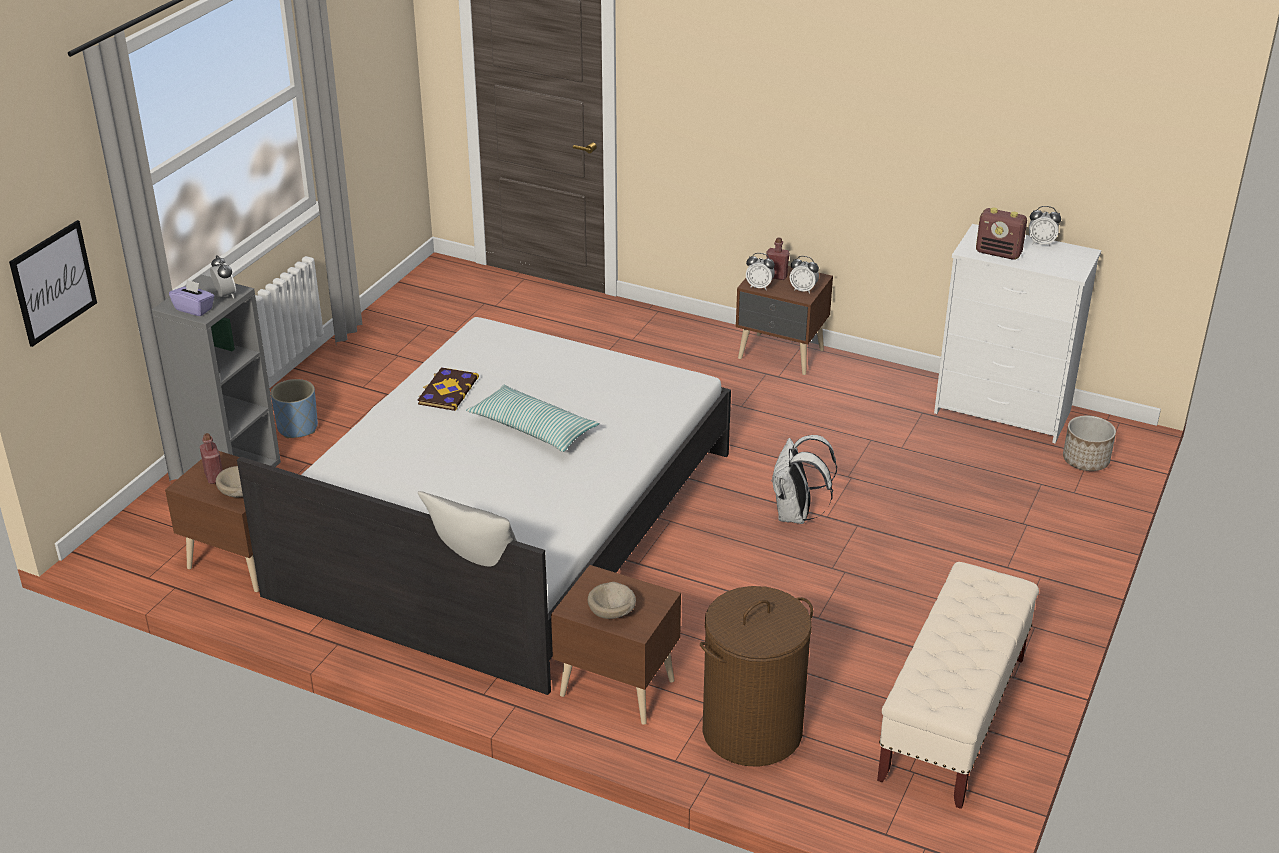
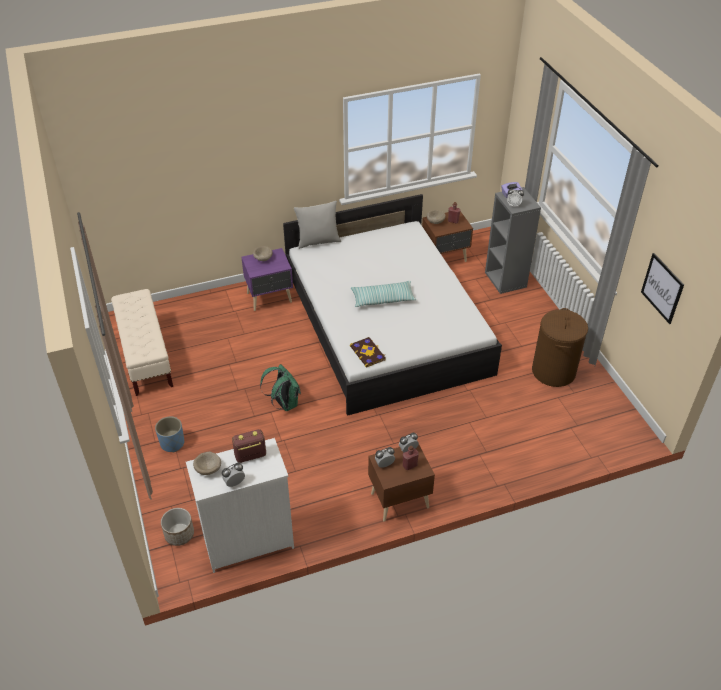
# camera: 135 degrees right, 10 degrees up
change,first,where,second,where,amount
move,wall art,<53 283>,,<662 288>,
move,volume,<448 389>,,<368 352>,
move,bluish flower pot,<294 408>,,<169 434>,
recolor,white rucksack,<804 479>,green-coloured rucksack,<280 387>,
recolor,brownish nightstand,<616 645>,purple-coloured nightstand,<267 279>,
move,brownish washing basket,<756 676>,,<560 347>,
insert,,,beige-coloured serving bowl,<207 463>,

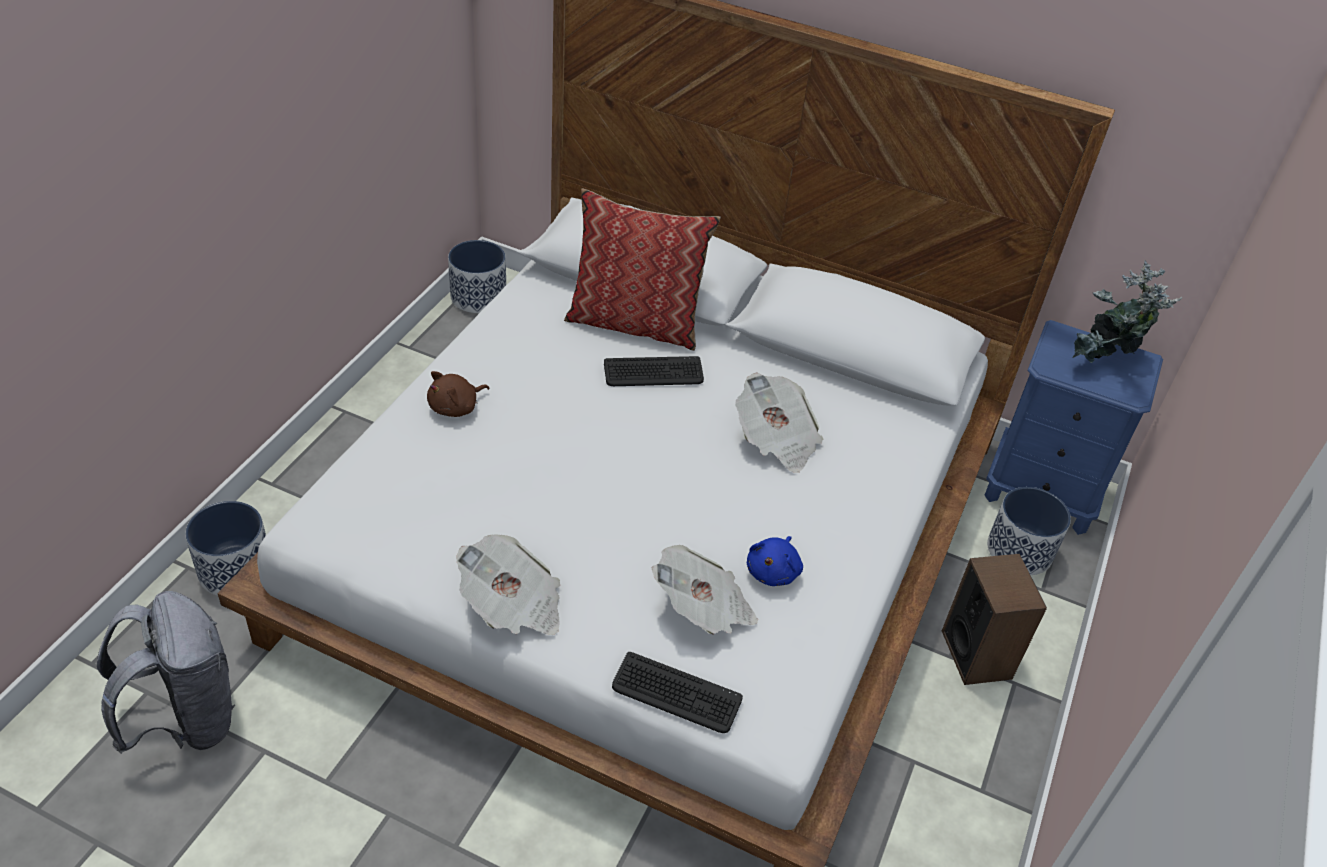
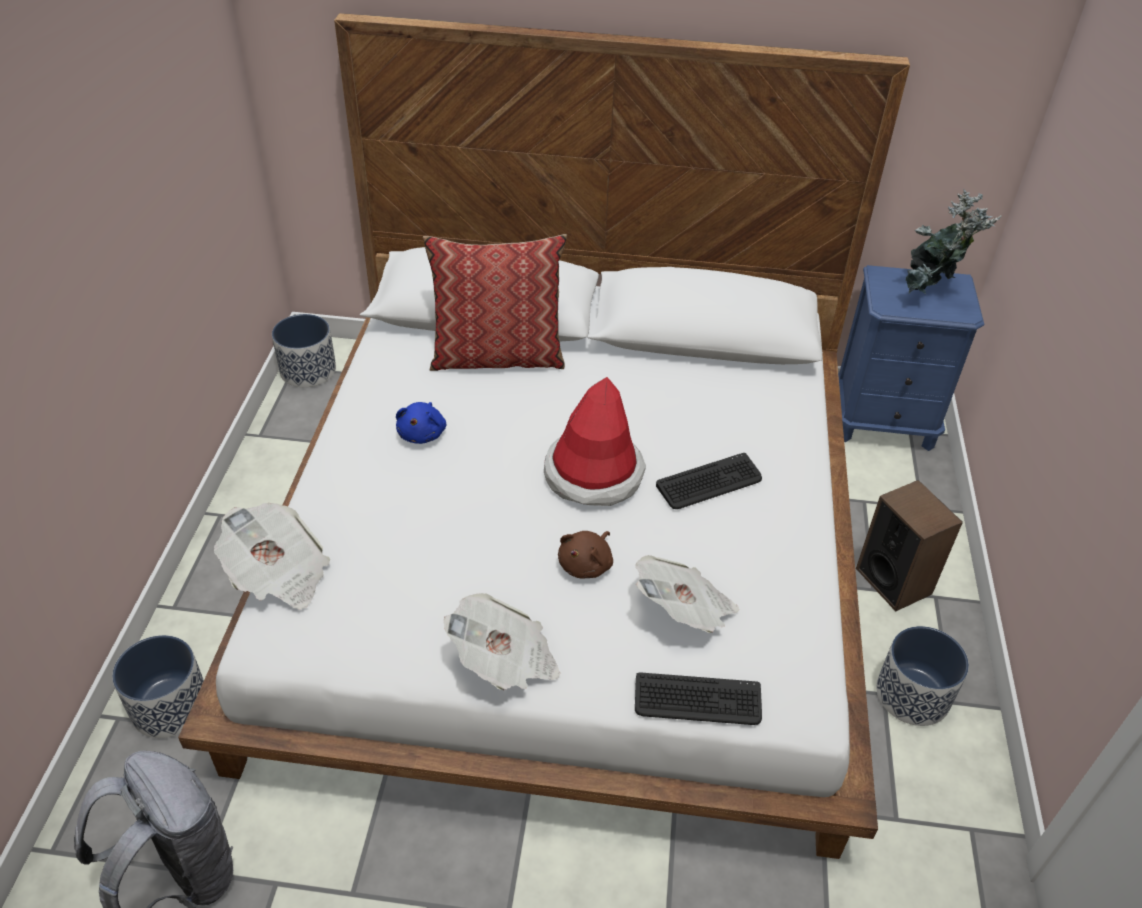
# camera: 15 degrees left, 0 degrees up
change,first,where,second,where,amount
move,PC keyboard,<654 371>,,<709 481>,
move,brownish soft toy,<458 394>,,<585 555>,
move,daily paper,<779 423>,,<272 556>,
move,flower pot,<1029 531>,,<922 676>,
move,bluish soft toy,<774 561>,,<421 423>,
insert,,,hat,<595 441>,

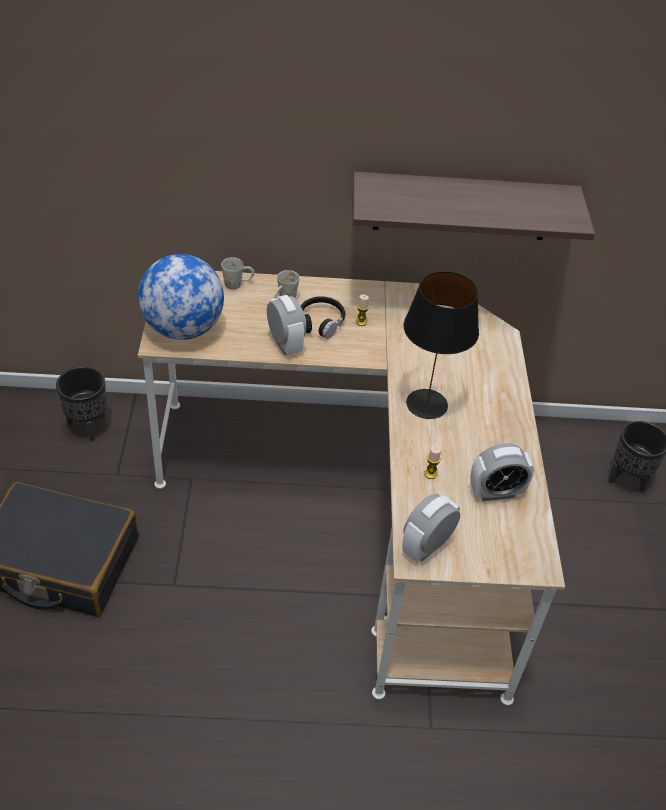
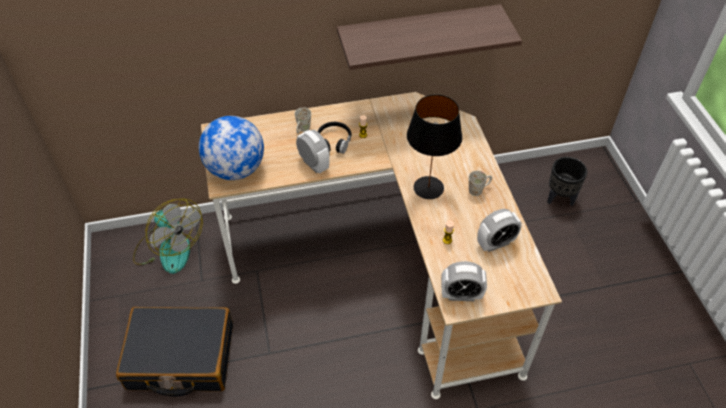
# camera: 10 degrees left, 5 degrees up
change,first,where,second,where,amount
move,white tea mug,<238 273>,,<480 183>,
replace,black-coloured flower pot,<81 403>,electric fan,<168 236>,
rotate,table clock,<431 528>,,<464 281>,120 degrees counterclockwise

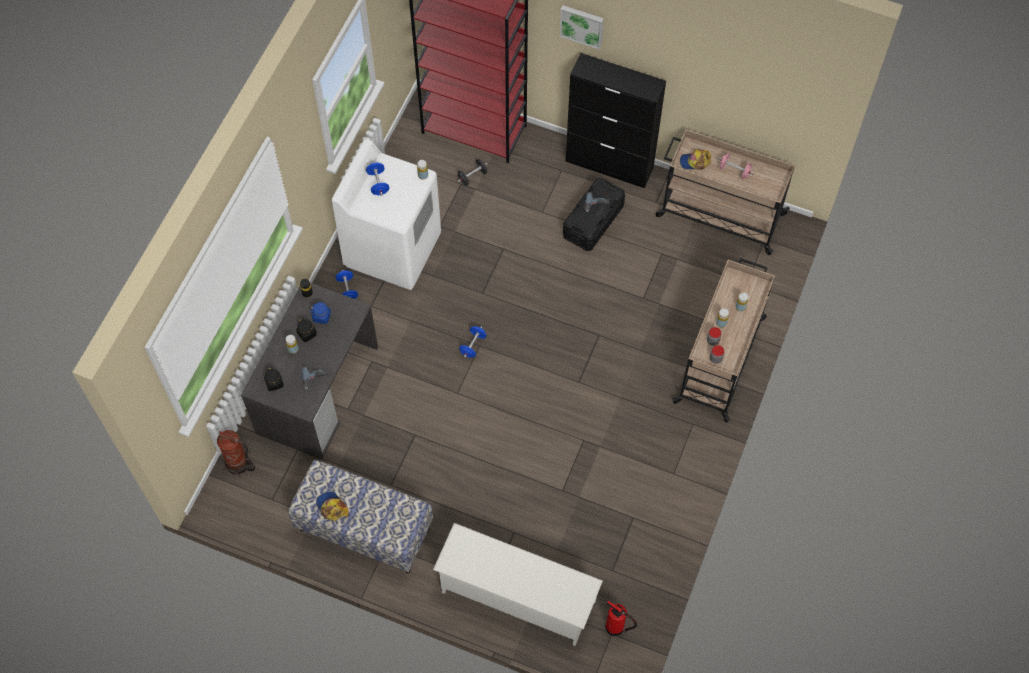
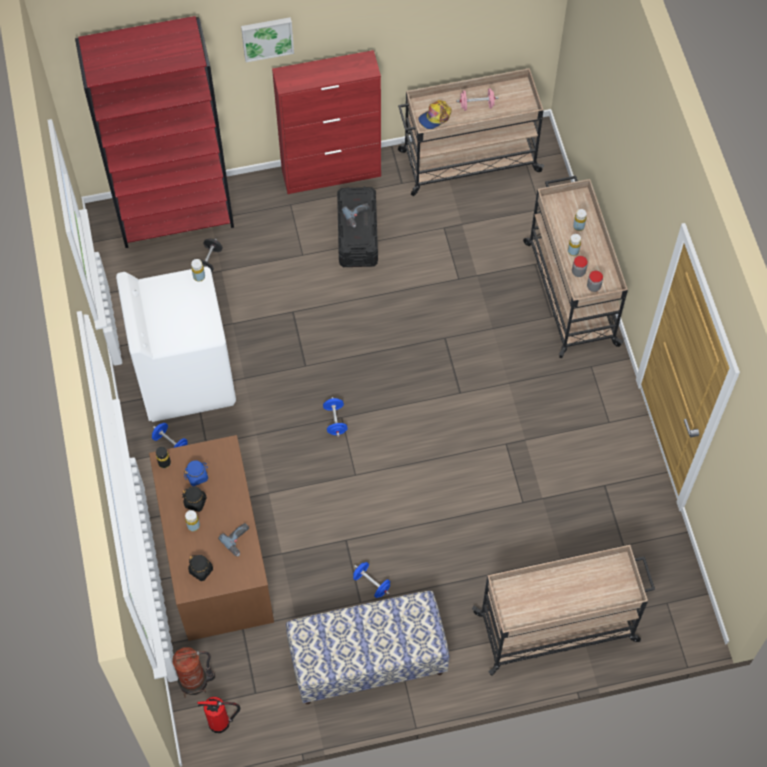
# camera: 35 degrees left, 0 degrees up
change,first,where,second,where,amount
recolor,black-coloured storage cabinet,<616 120>,red-coloured storage cabinet,<326 122>,
move,bluish dumbbell,<377 179>,,<371 580>,
recolor,grey desk,<309 371>,brownish desk,<211 538>,
delete,peaked cap,<332 506>,,,
replace,white shoe stand,<518 584>,beige-coloured cart,<563 610>,
move,extinguisher,<621 618>,,<218 715>,

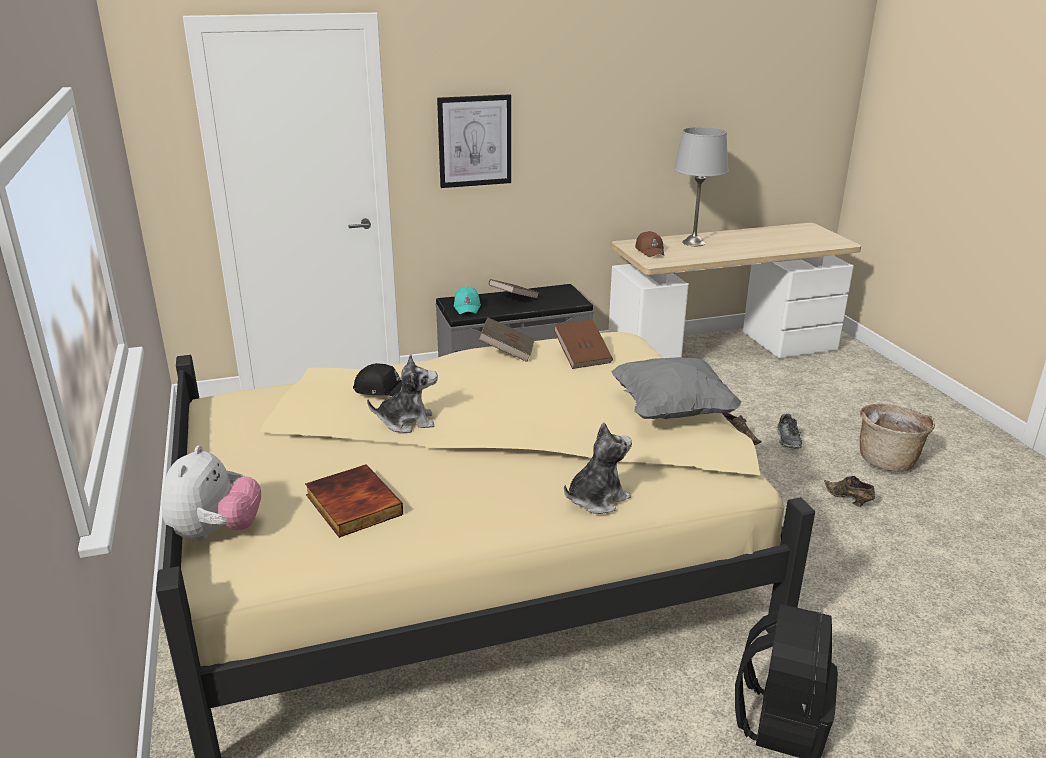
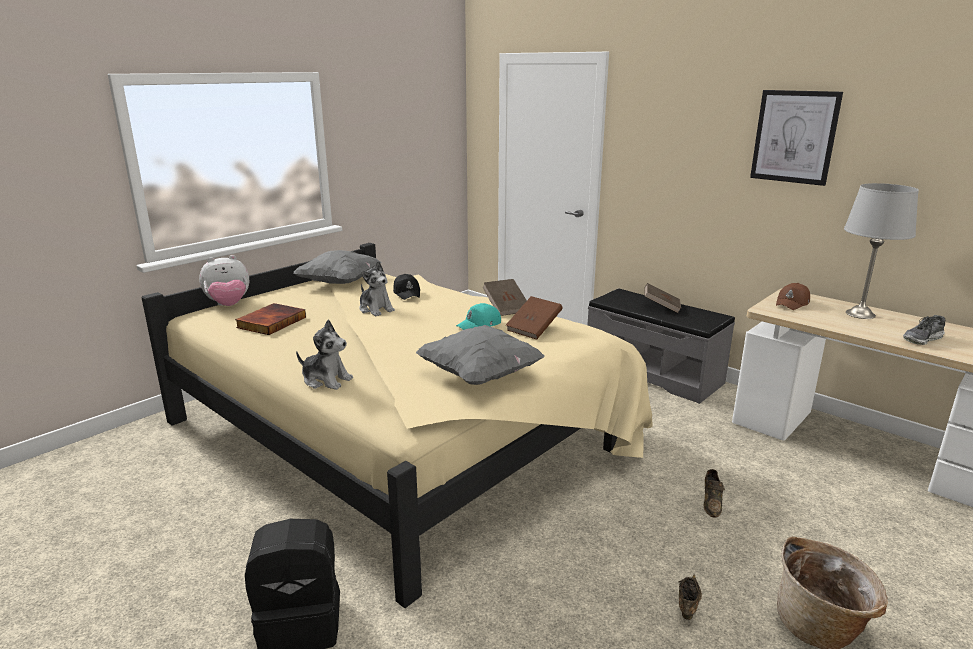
# camera: 60 degrees right, 5 degrees down
change,first,where,second,where,amount
move,wall art,<474 141>,,<796 138>,
move,blue-green peaked cap,<467 300>,,<478 316>,
move,shoe,<789 431>,,<924 330>,
insert,,,grey throw pillow,<337 267>,

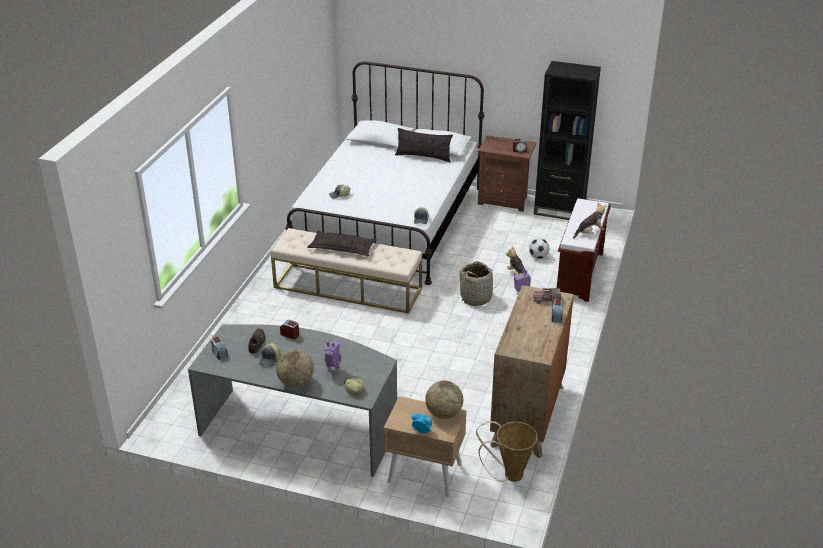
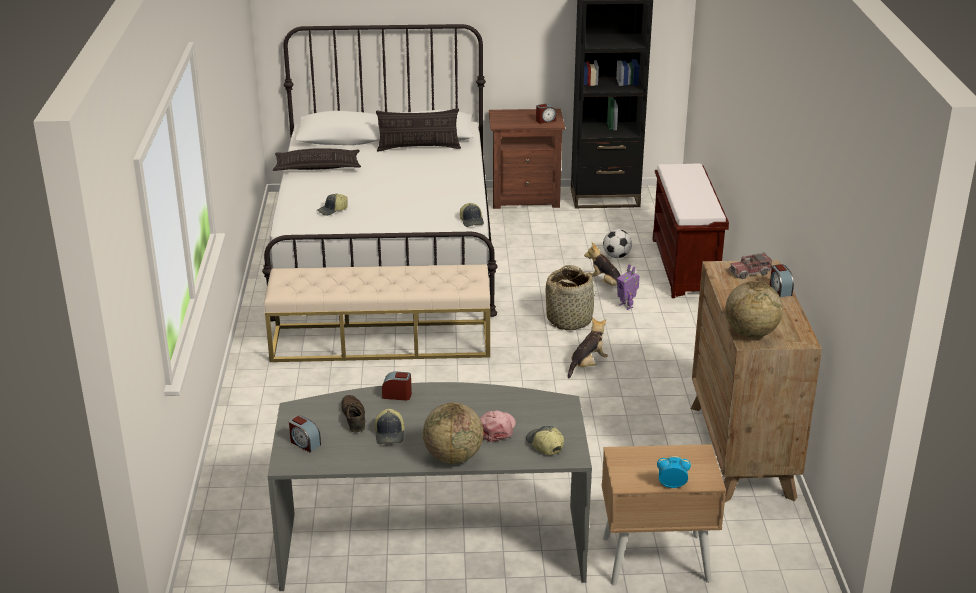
# camera: 20 degrees left, 5 degrees down
change,first,where,second,where,amount
move,soft toy,<590 221>,,<588 347>,
move,throw pillow,<342 243>,,<317 159>,
replace,robot figure,<333 357>,pink peaked cap,<498 426>,
move,desk globe,<444 400>,,<754 309>,
delete,storage basket,<507 451>,,,

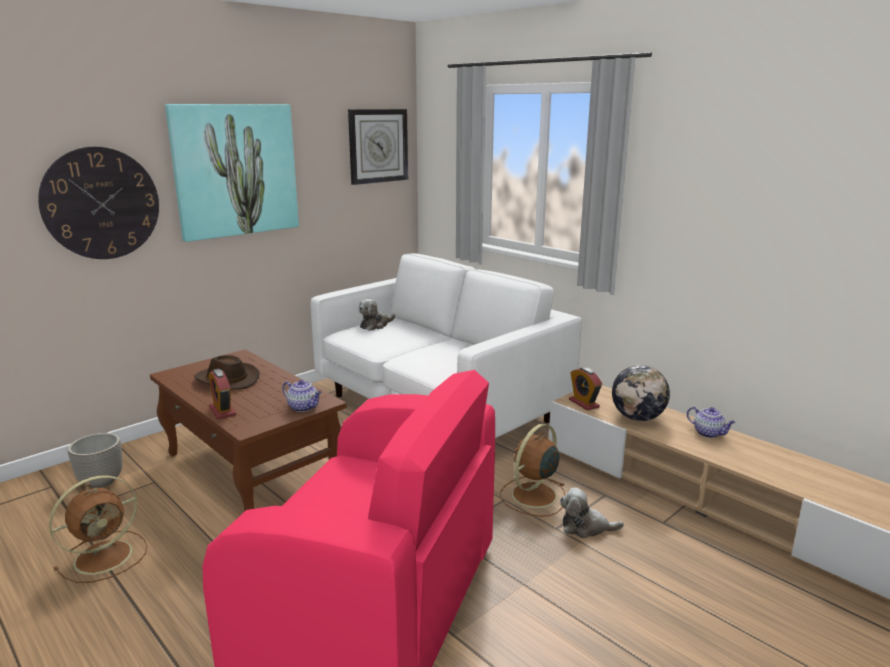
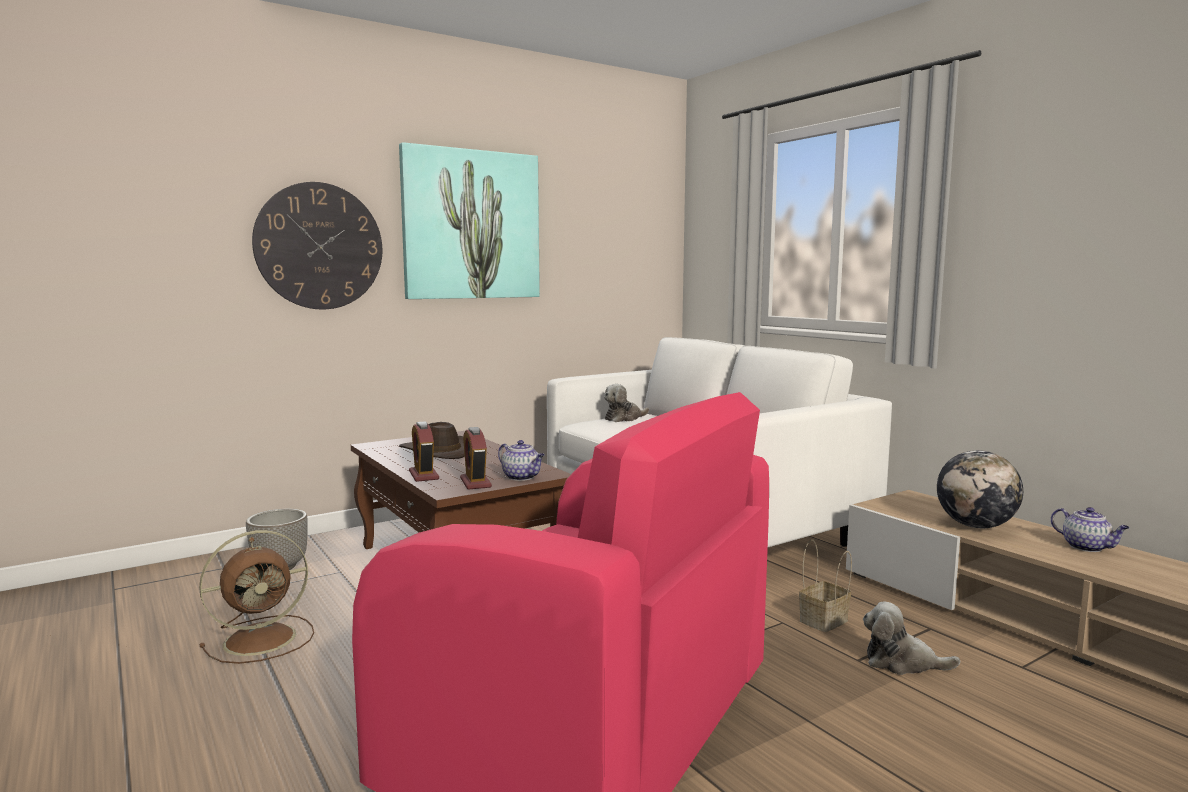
# camera: 10 degrees right, 10 degrees down
change,first,where,second,where,amount
delete,wall clock,<378 147>,,,
move,table clock,<585 389>,,<476 458>,
replace,brownish electric fan,<532 470>,storage basket,<825 586>,

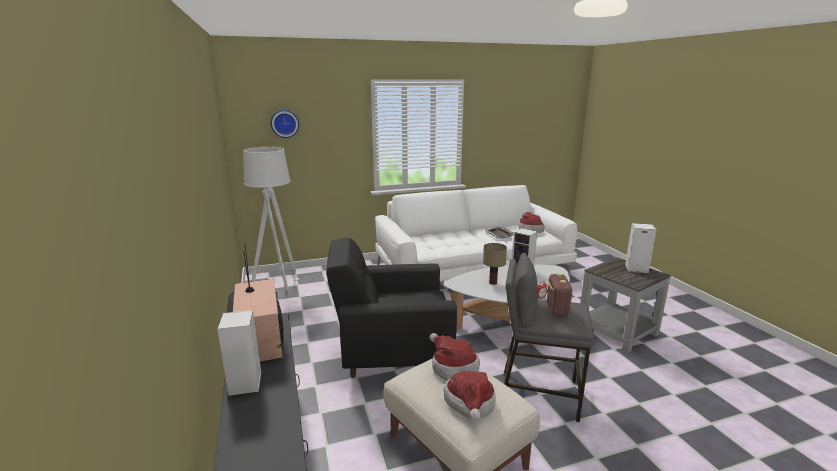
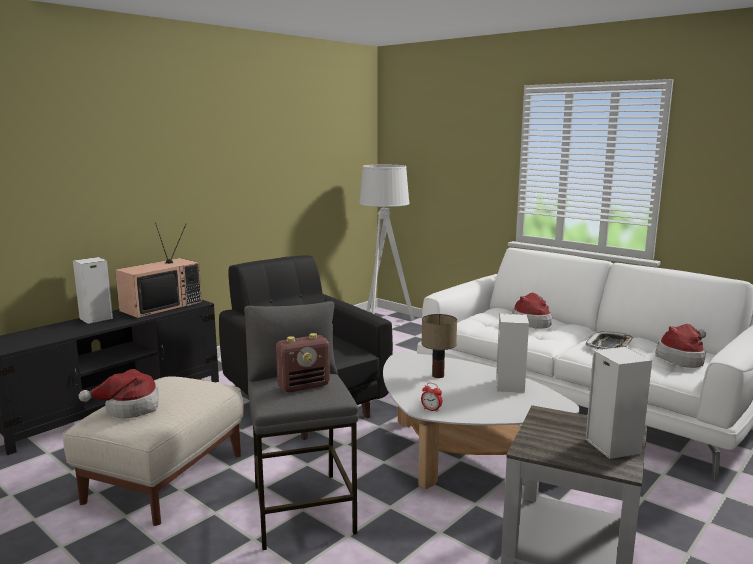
# camera: 60 degrees right, 5 degrees down
change,first,where,second,where,amount
delete,wall clock,<285 124>,,,
move,hat,<454 357>,,<532 311>,

